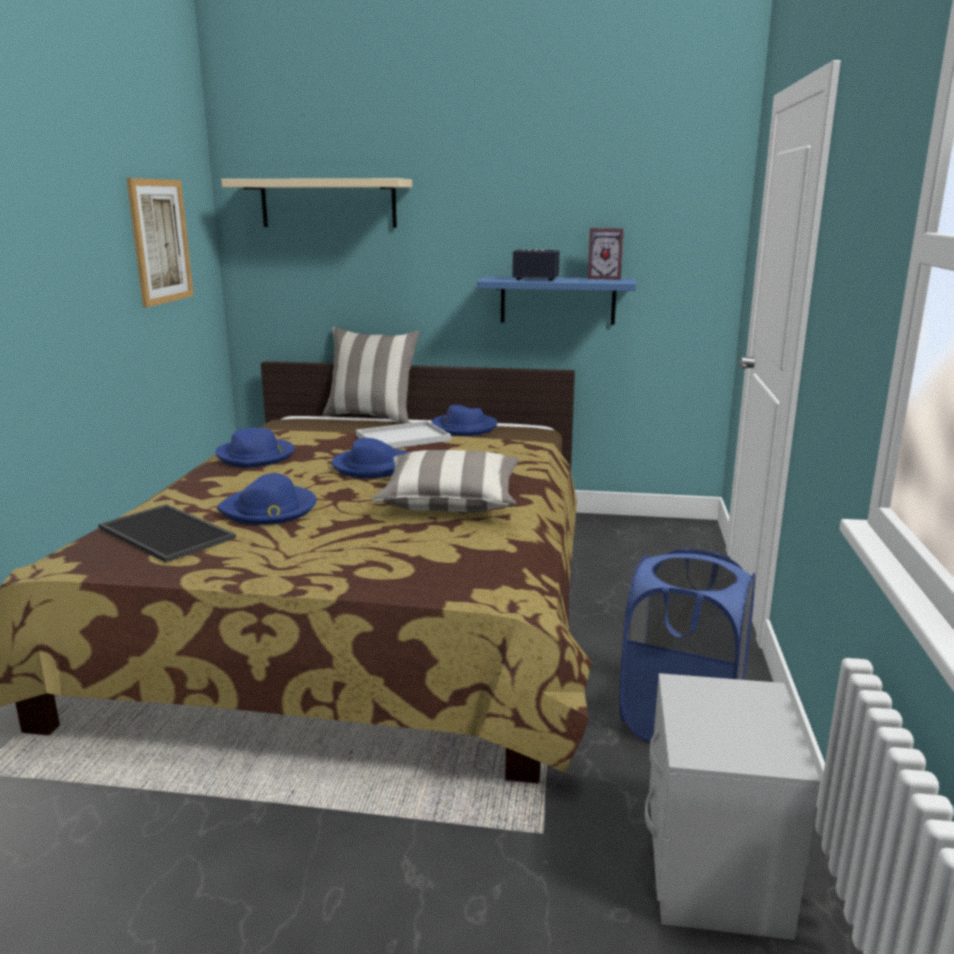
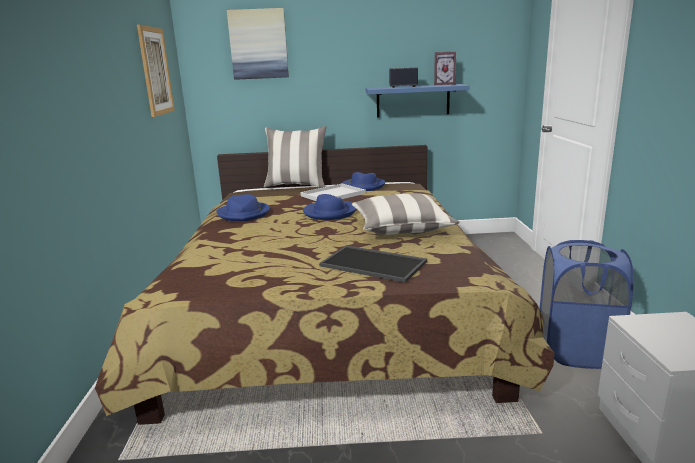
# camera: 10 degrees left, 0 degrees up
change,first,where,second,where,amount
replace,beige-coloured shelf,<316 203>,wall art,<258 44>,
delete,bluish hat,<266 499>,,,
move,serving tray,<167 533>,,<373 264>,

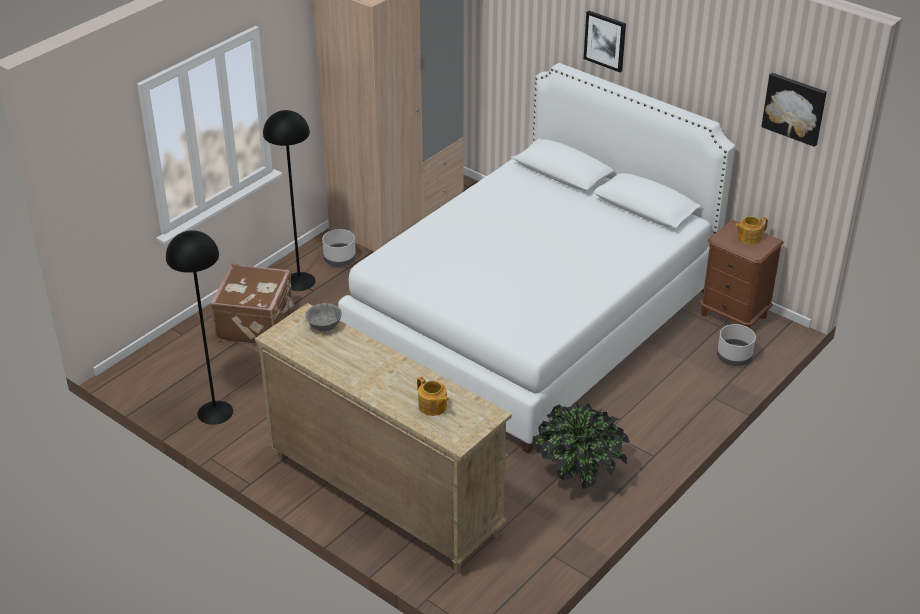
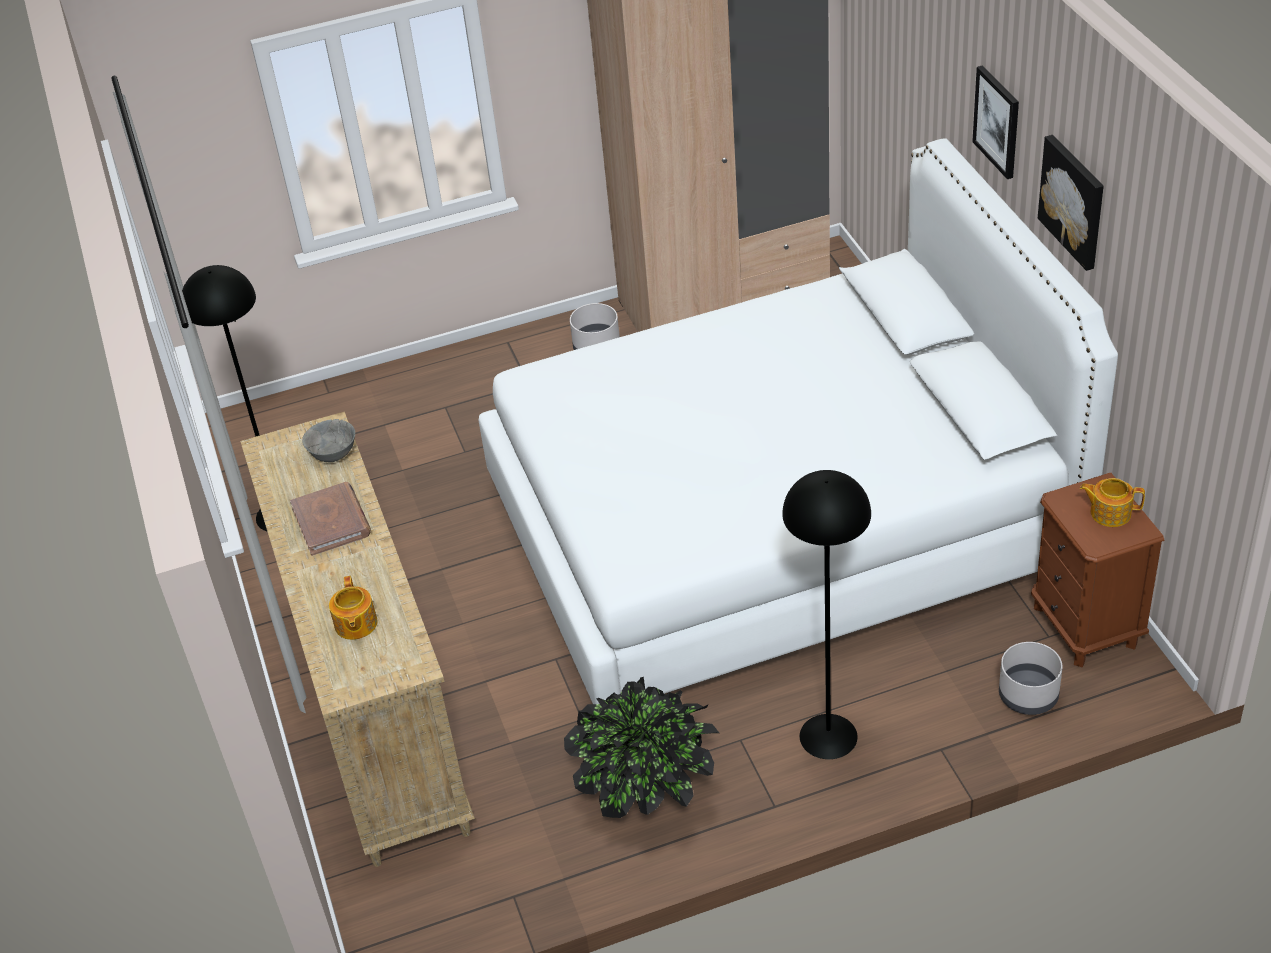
# camera: 35 degrees right, 5 degrees up
change,first,where,second,where,amount
move,wall art,<794 110>,,<1071 203>,
move,black-coloured floor lamp,<289 200>,,<826 614>,
delete,brownish suitcase,<252 304>,,,
insert,,,brownish volume,<330 519>,

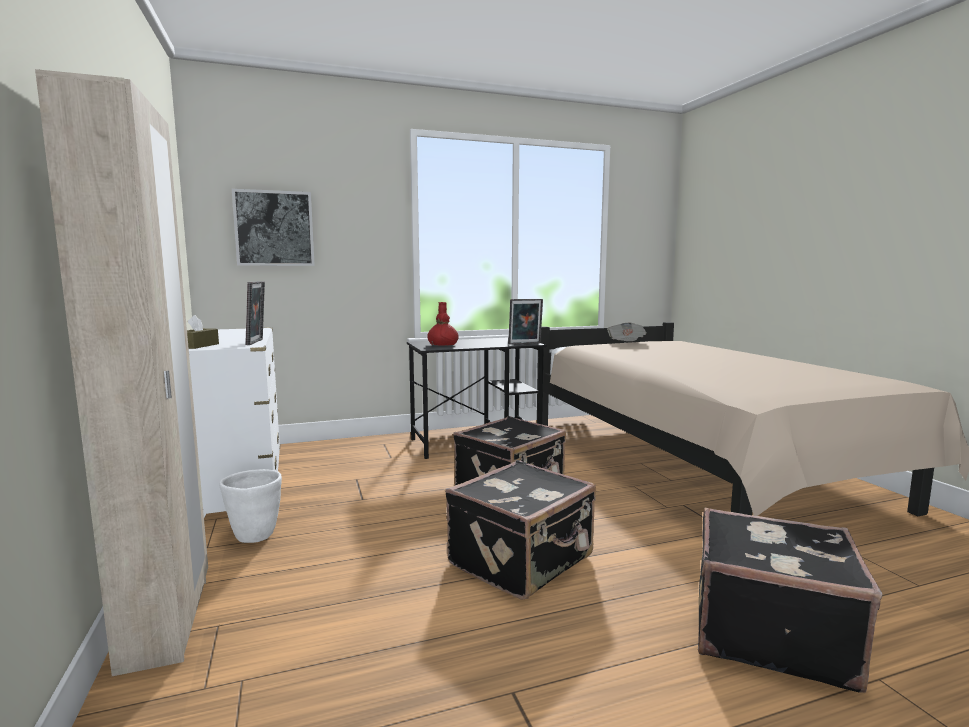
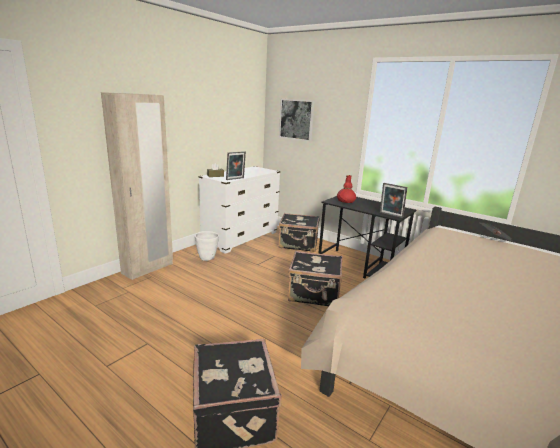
# camera: 55 degrees right, 10 degrees up
change,first,where,second,where,amount
move,black-coloured suitcase,<520 530>,,<299 232>,

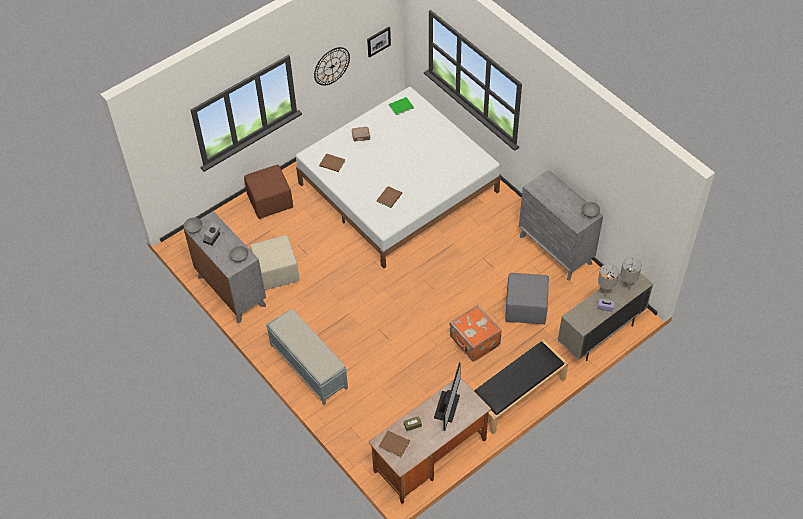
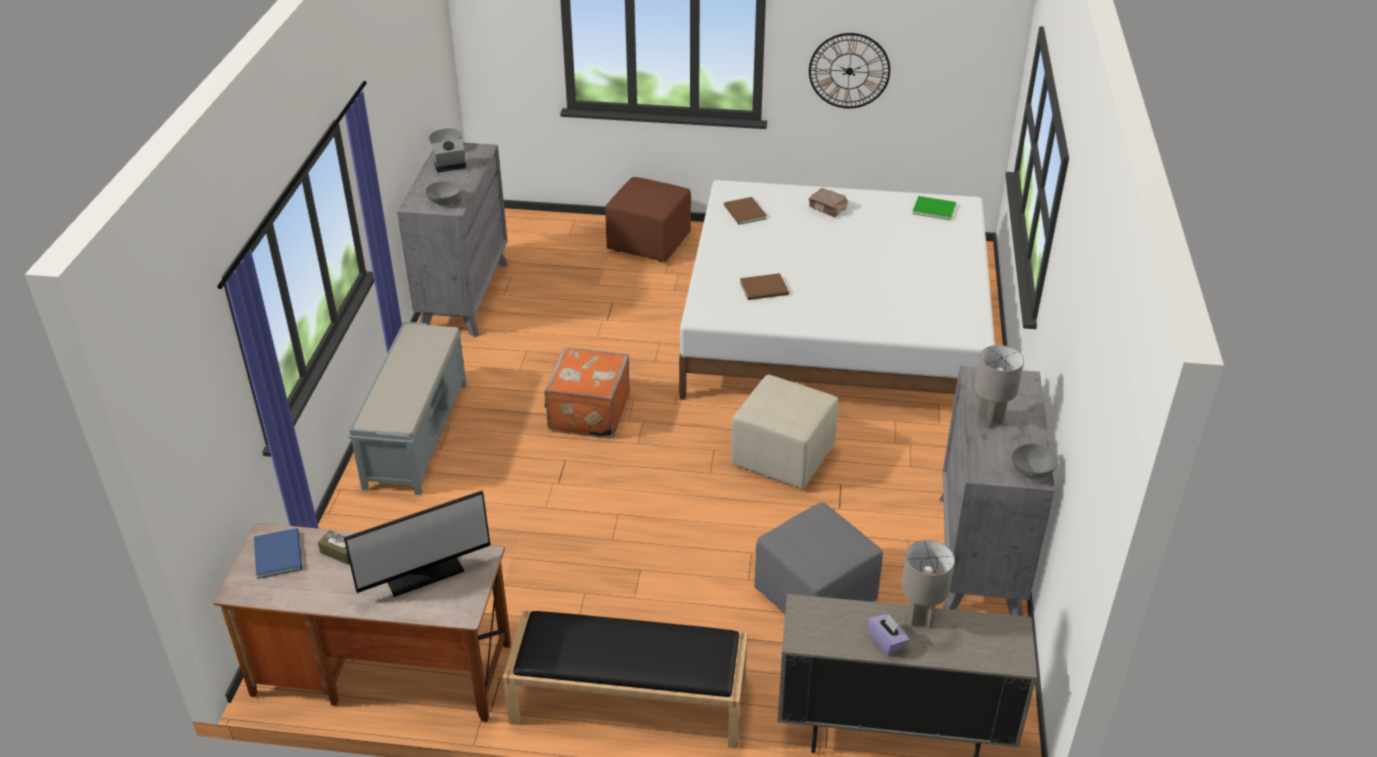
# camera: 45 degrees right, 15 degrees down
change,first,where,second,where,amount
delete,wall art,<379 42>,,,
move,beige-coloured footrest,<275 262>,,<784 432>,
move,grey table lamp,<631 273>,,<999 386>,
move,orangey suitcase,<475 333>,,<587 392>,
recolor,brownish volume,<394 444>,bluish volume,<278 553>,

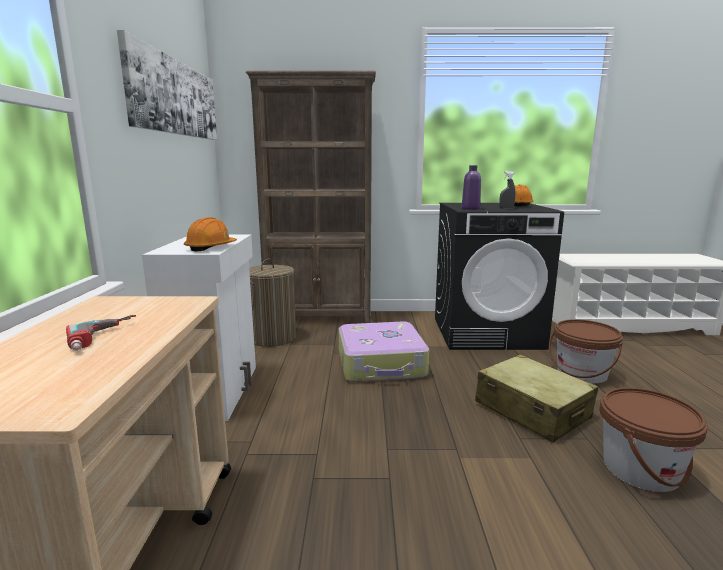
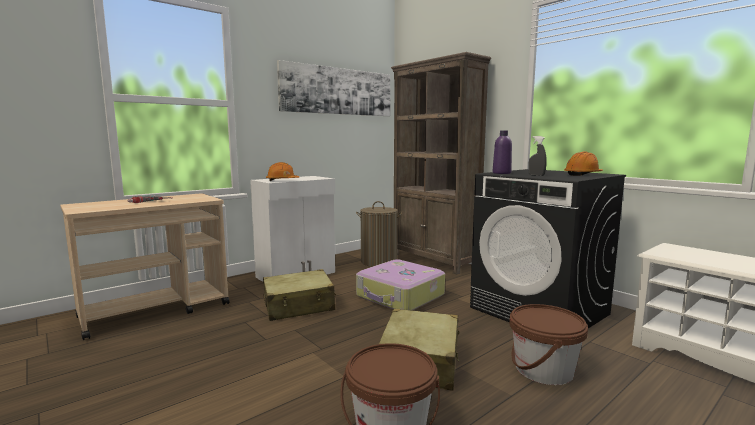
# camera: 50 degrees right, 5 degrees down
change,first,where,second,where,amount
insert,,,beige-coloured suitcase,<299 295>,

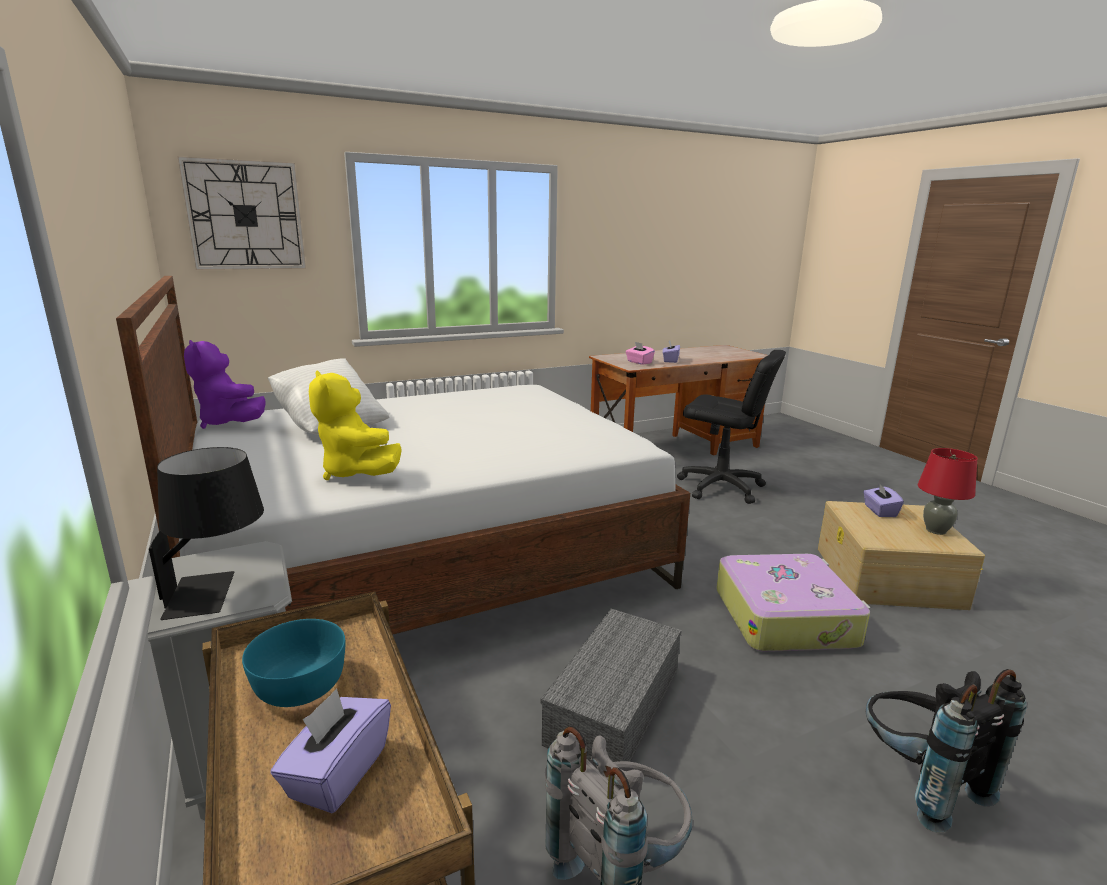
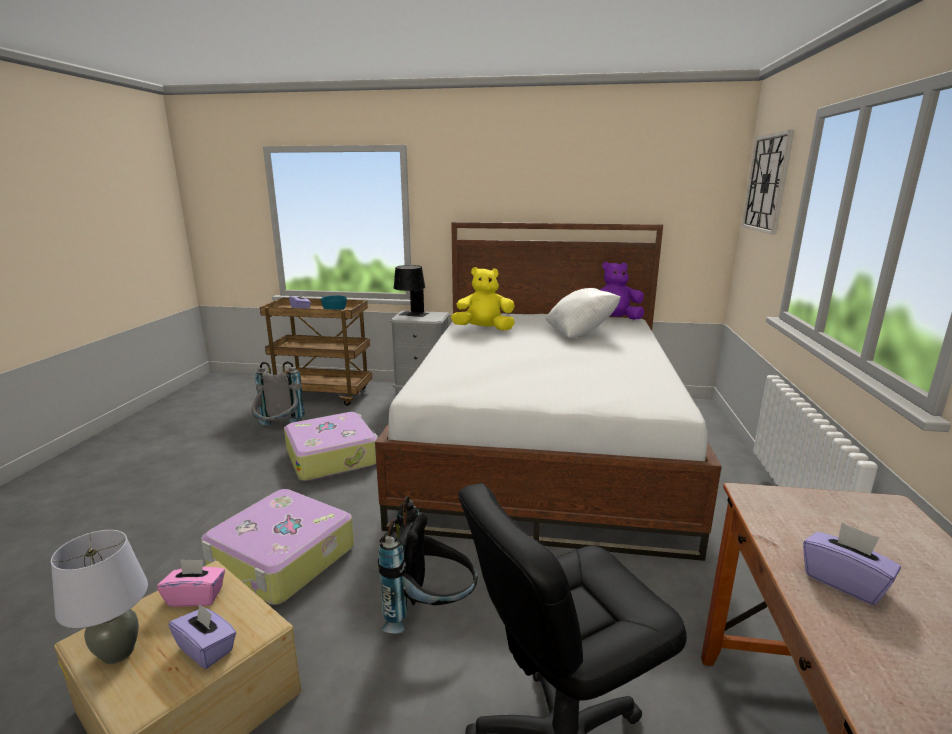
# camera: 125 degrees right, 0 degrees up
change,first,where,second,where,amount
move,pink tissue holder,<640 353>,,<191 583>,
recolor,red-coloured table lamp,<948 491>,grey table lamp,<99 597>,
replace,grey storage container,<611 685>,suitcase,<331 446>,
move,black-coloured rucksack,<946 751>,,<428 564>,

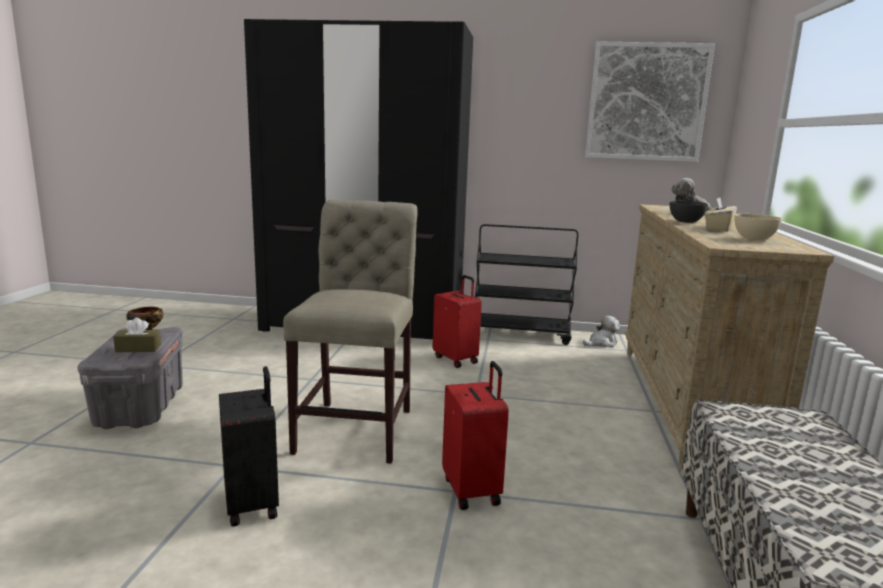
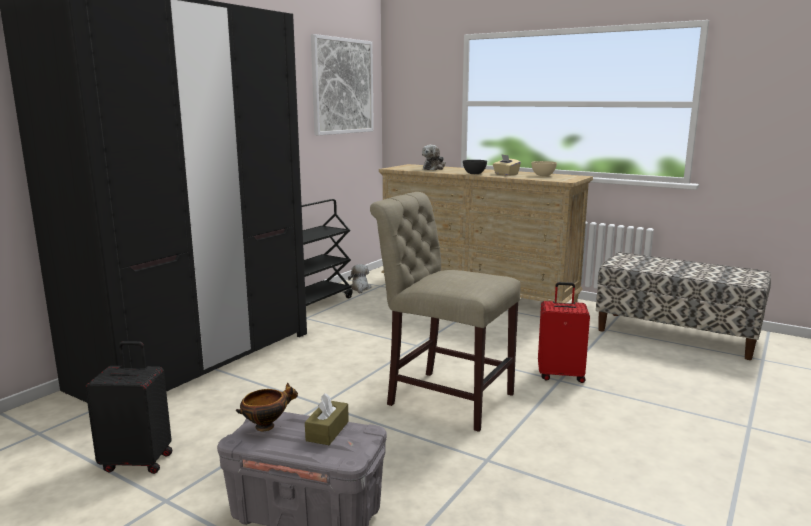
# camera: 65 degrees left, 0 degrees up
change,first,where,second,where,amount
delete,red-coloured suitcase,<457 321>,,,
move,black-coloured suitcase,<249 446>,,<128 407>,

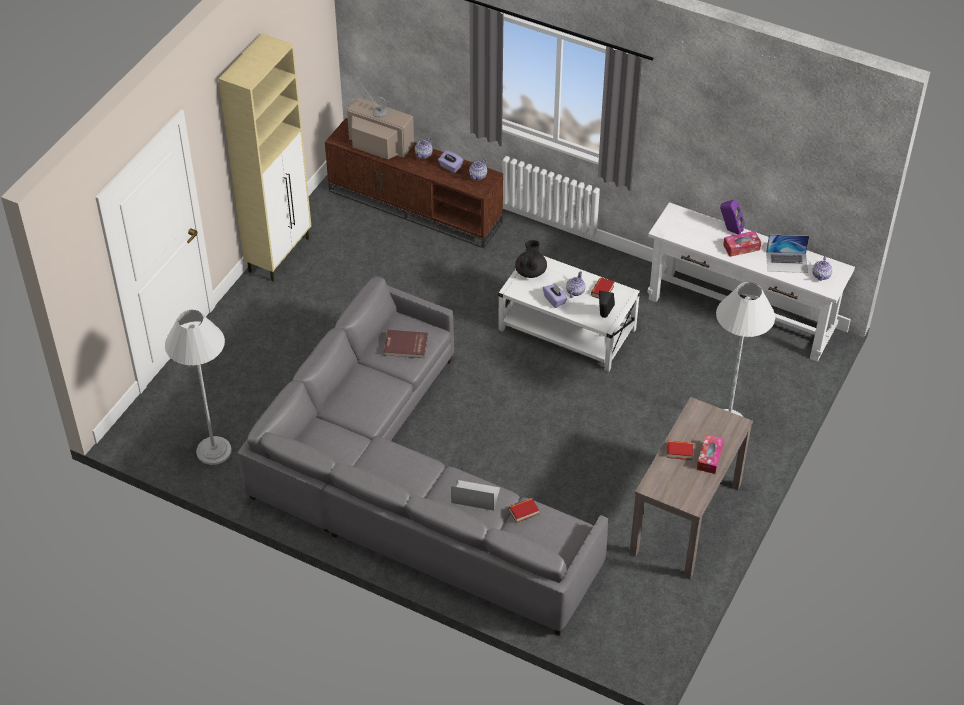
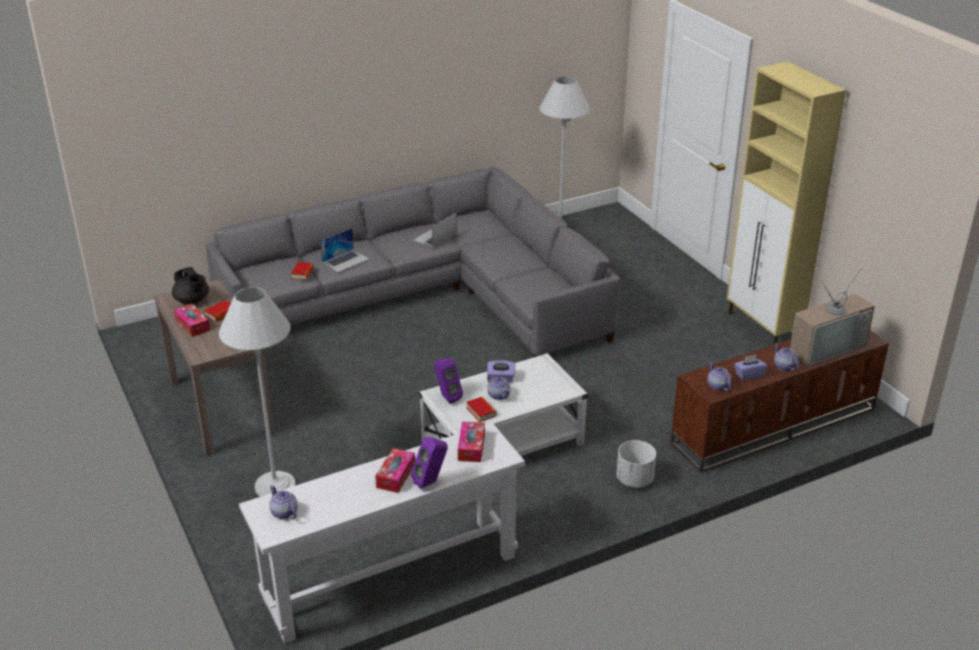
# camera: 125 degrees right, 15 degrees down
change,first,where,second,where,amount
move,portable computer,<787 253>,,<435 230>,
move,black-coloured teapot,<531 259>,,<190 285>,
recolor,black-coloured speaker,<607 304>,purple-coloured speaker,<448 381>,
delete,red-coloured volume,<406 344>,,,
insert,,,tissue holder,<471 442>,
insert,,,white flower pot,<636 464>,

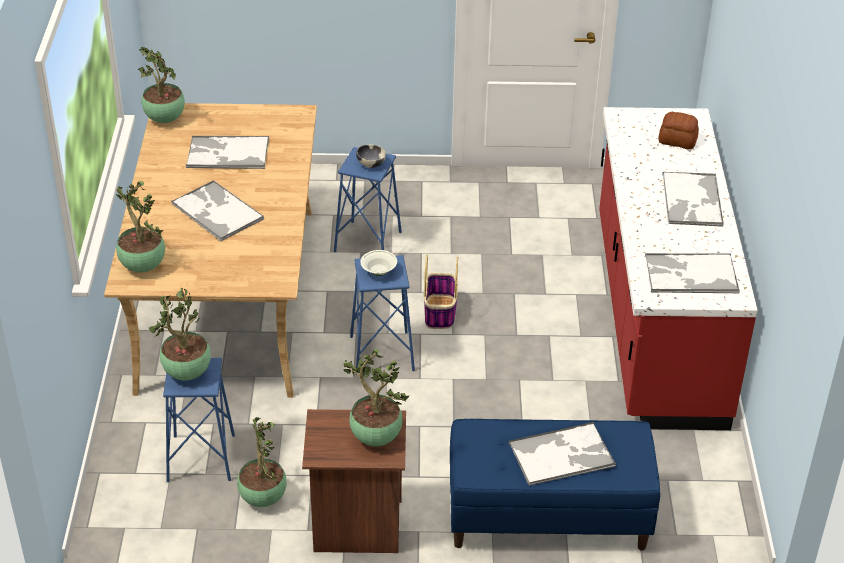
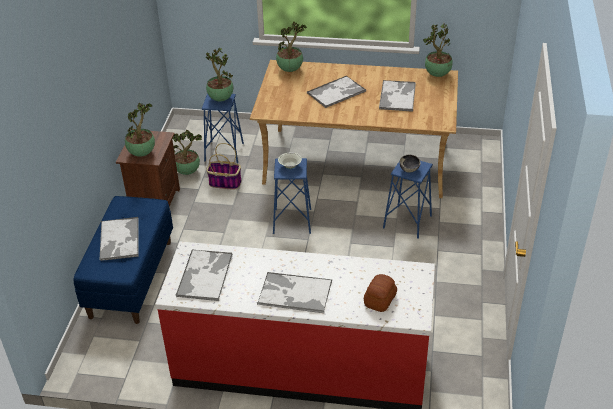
# camera: 100 degrees right, 0 degrees up
change,first,where,second,where,amount
move,storage basket,<441 291>,,<224 166>,

